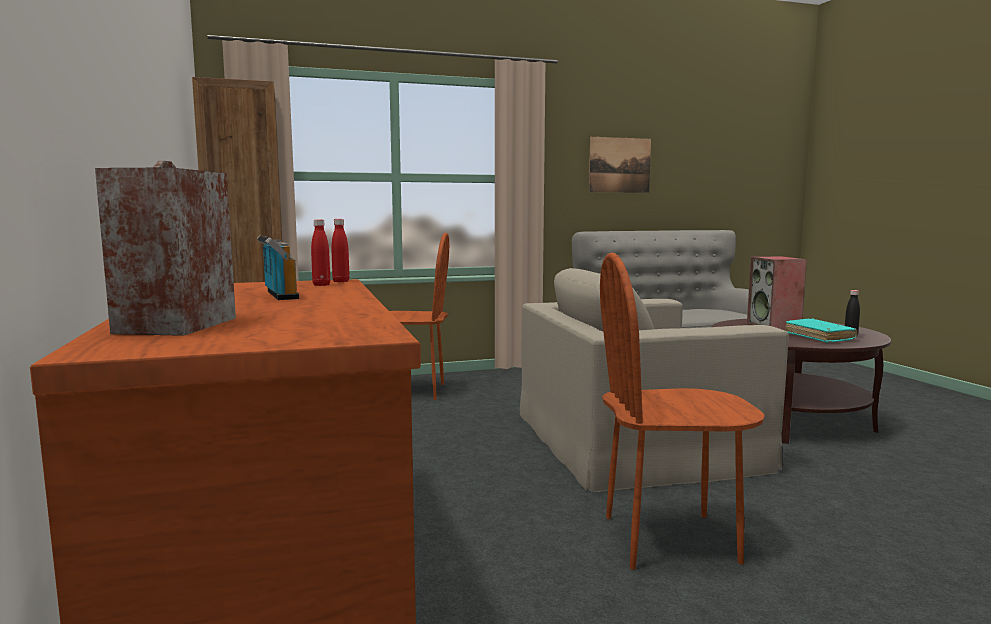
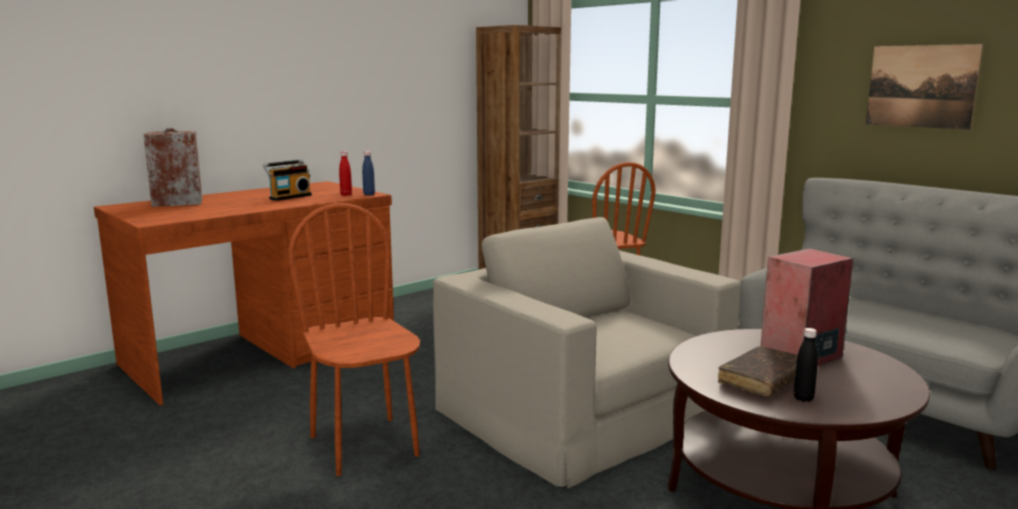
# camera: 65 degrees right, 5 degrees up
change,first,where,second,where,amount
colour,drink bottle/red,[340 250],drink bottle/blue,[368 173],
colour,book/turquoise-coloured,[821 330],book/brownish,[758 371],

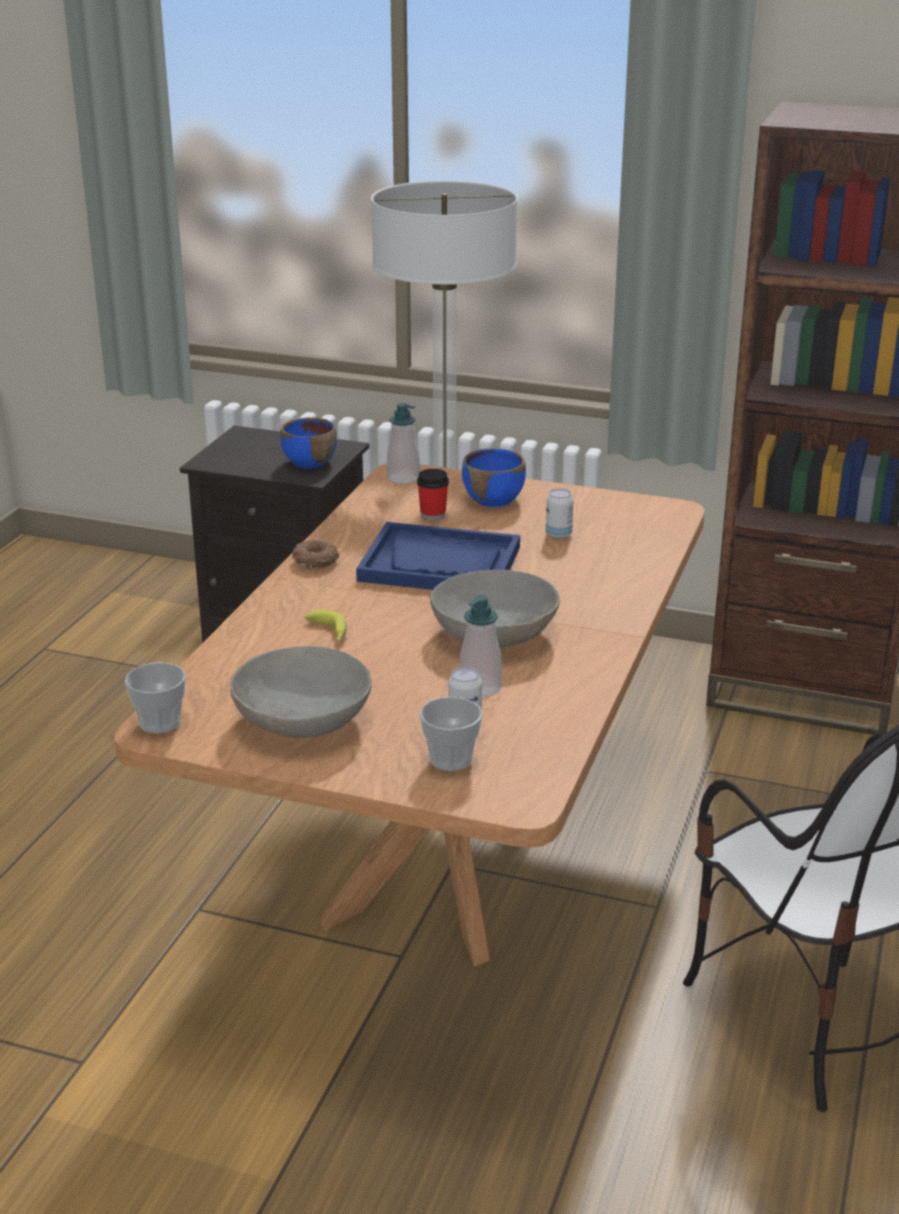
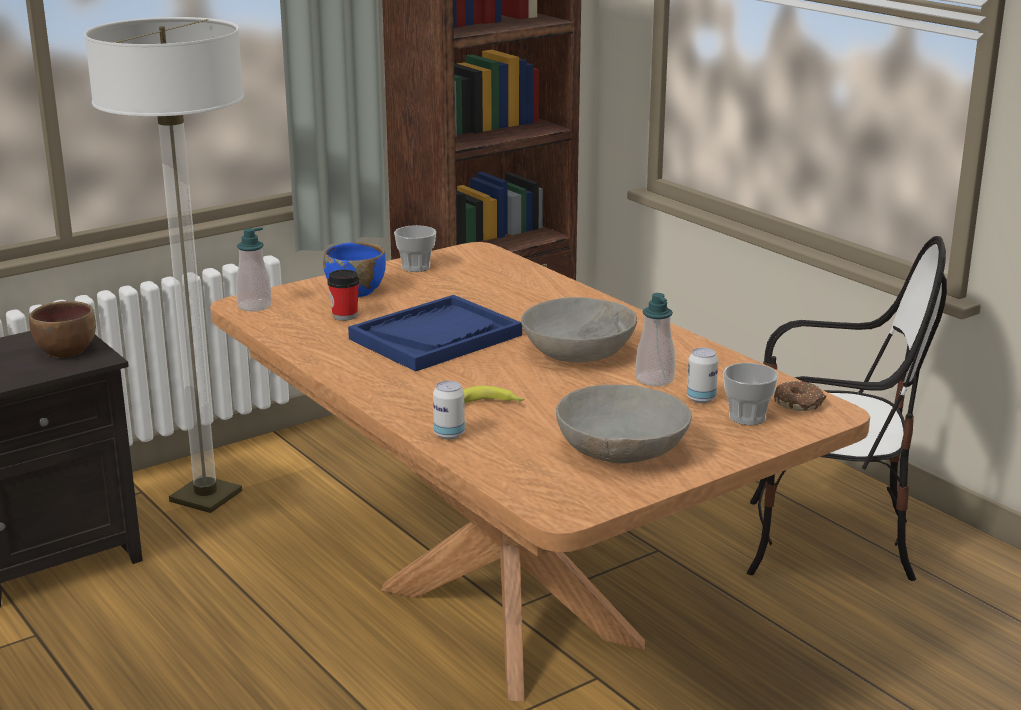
# camera: 55 degrees left, 5 degrees down
change,first,where,second,where,amount
colour,serving bowl/blue,[308 442],serving bowl/brownish,[62 329],
relocated,small cup,[155 698],,[415 248],
relocated,sealed can,[560 513],,[449 410],
relocated,ring doughnut,[315 554],,[800 396],

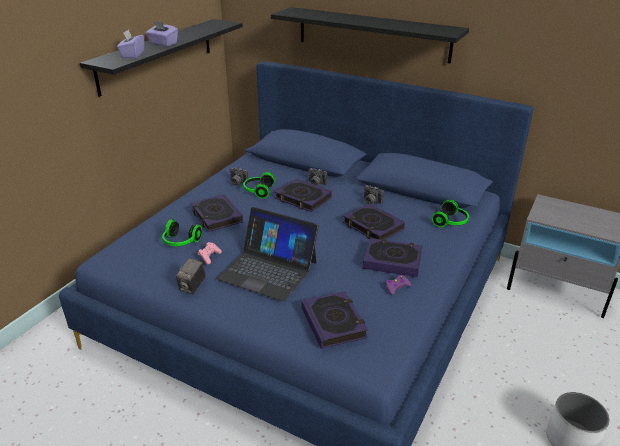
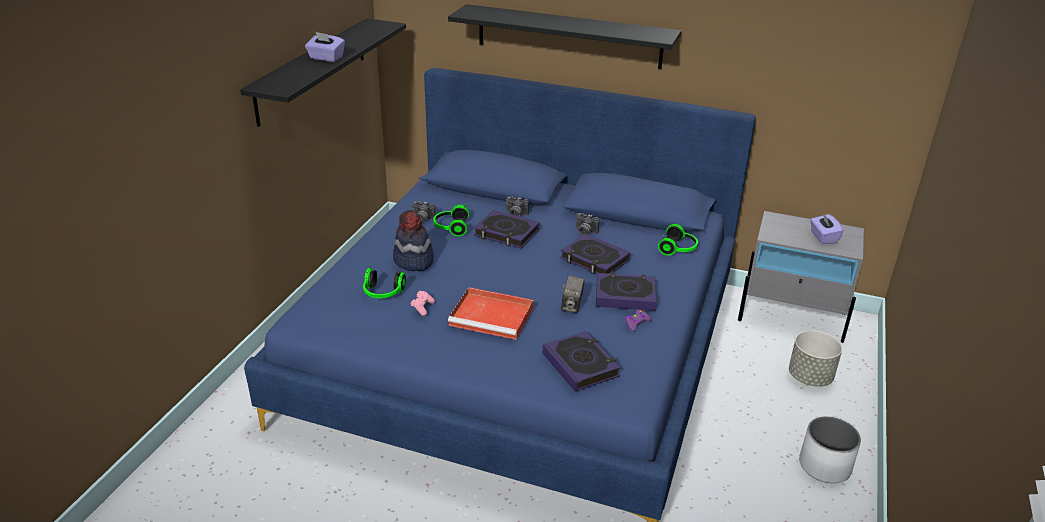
# camera: 10 degrees left, 0 degrees up
change,first,where,second,where,amount
exchanged,book,[217 213],wearable hat,[413 240],
exchanged,laptop,[267 254],tray/red,[491 313],
relocated,photo camera,[191 276],,[573 294],
appeared,,,flower pot/gray,[815 359],
relocated,tissue box/purple-coloured,[130 43],,[826 228],

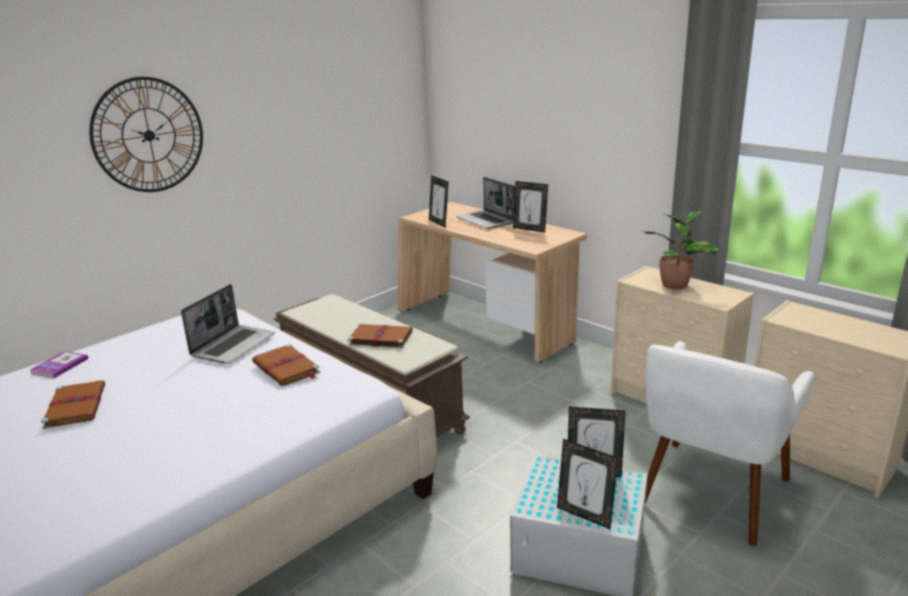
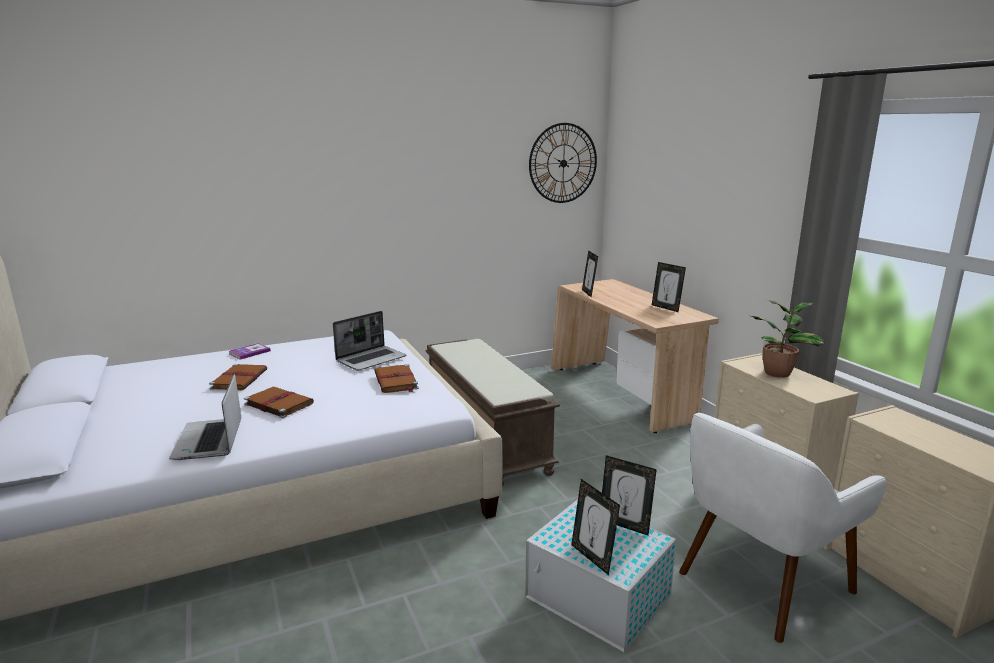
# camera: 20 degrees right, 5 degrees down
change,first,where,second,where,amount
relocated,laptop,[485 203],,[205 416],
relocated,book/brownish,[379 336],,[279 402],
relocated,wall clock,[146 134],,[563 163],

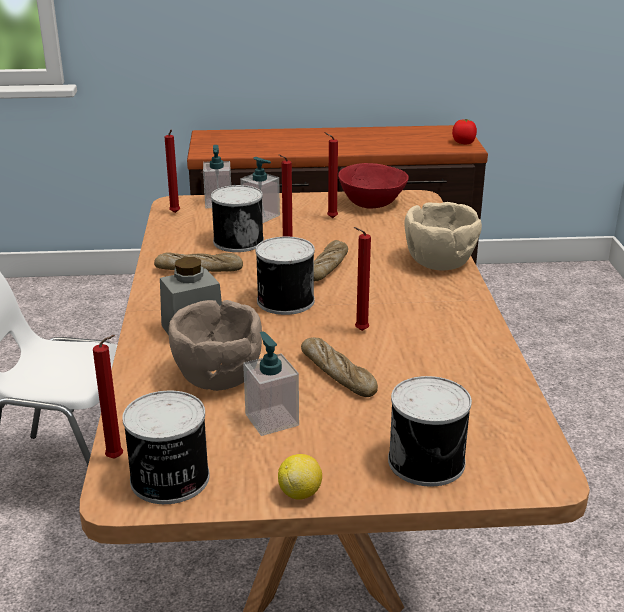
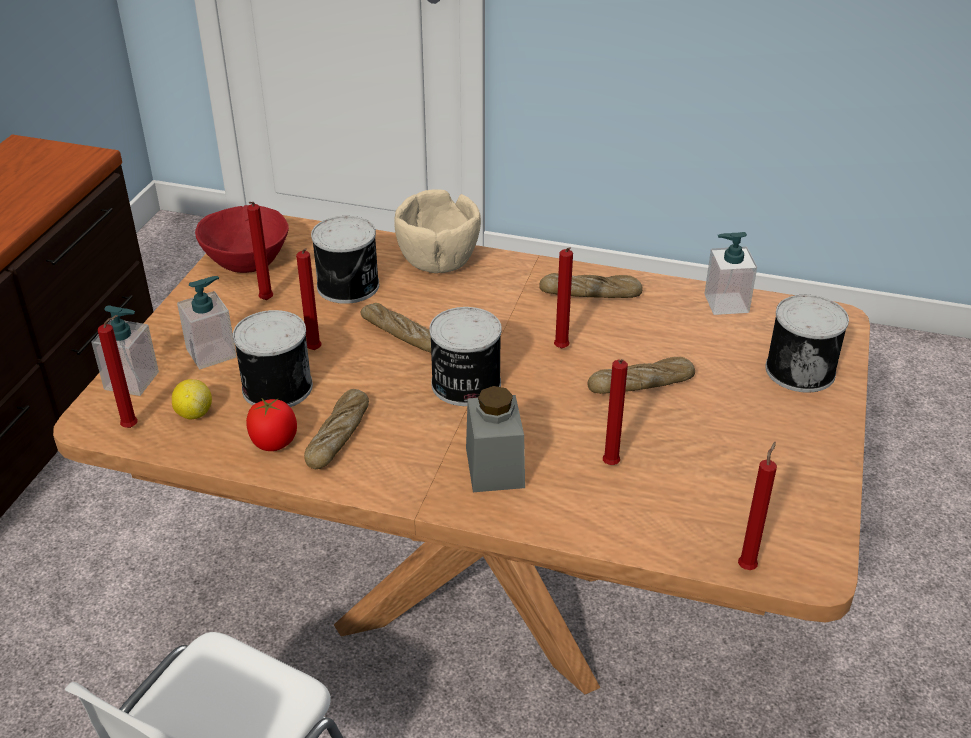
# camera: 70 degrees left, 10 degrees up
change,first,where,second,where,amount
relocated,whole lemon,[300 477],,[192 399],
relocated,fresh tomato,[464 131],,[271 424],
relocated,sealed can,[166 447],,[345 260],
appeared,,,bakery bread,[591 285],
exchanged,serving bowl/brownish,[215 345],wax candle/red,[615 412],
relocated,soap dispenser,[271 384],,[730 273],

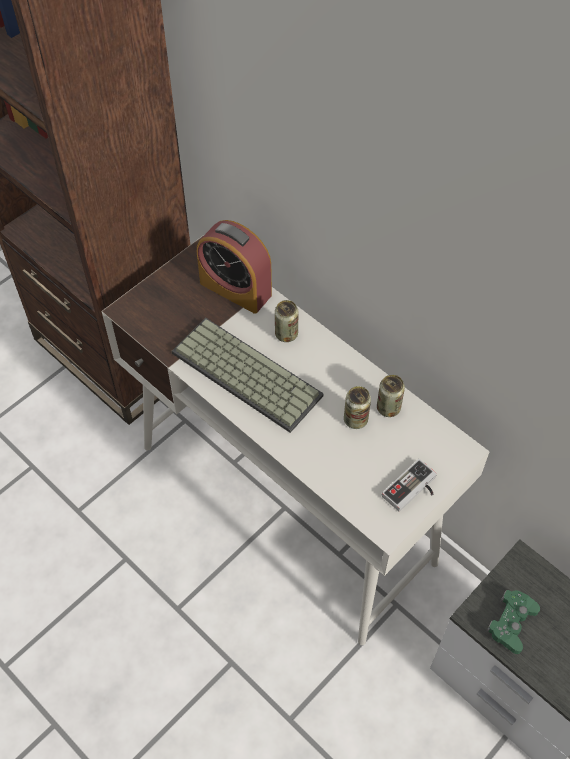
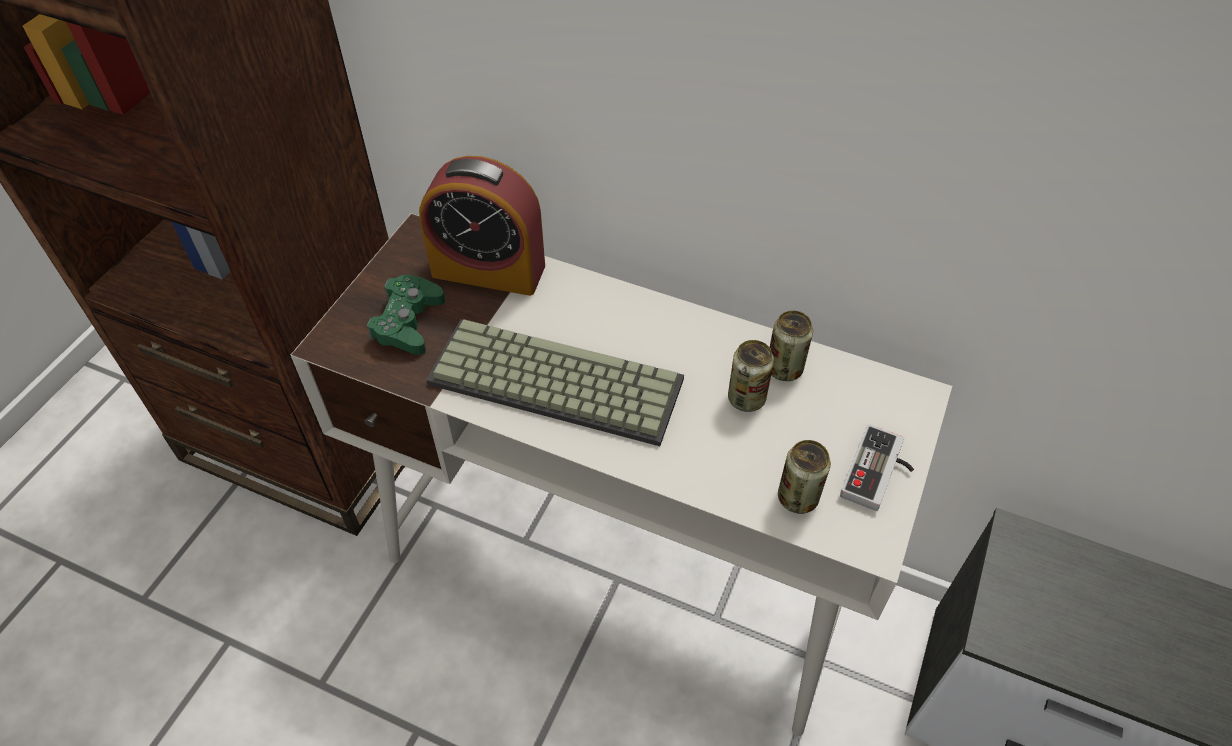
# camera: 20 degrees left, 5 degrees down
change,first,where,second,where,amount
relocated,game controller/greenish,[513 622],,[406 315],
relocated,sealed can,[287 321],,[804 477],

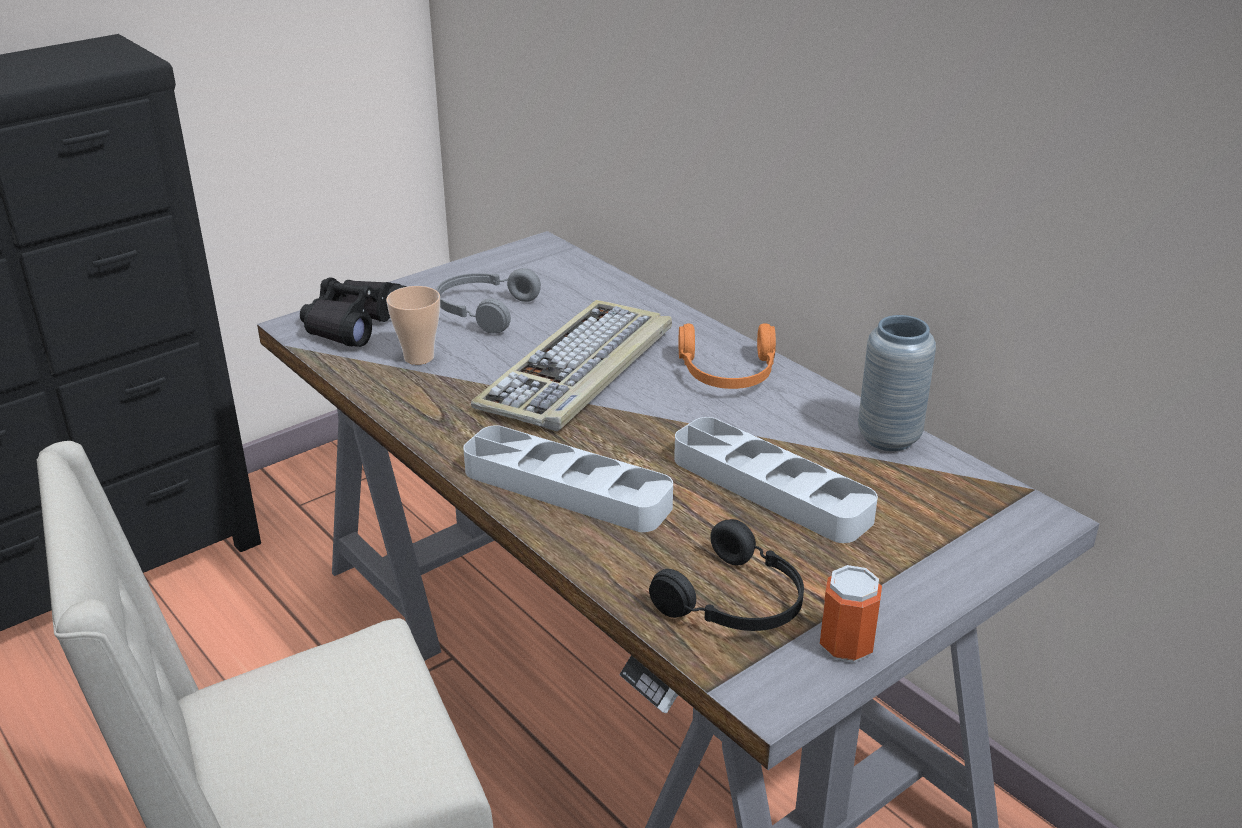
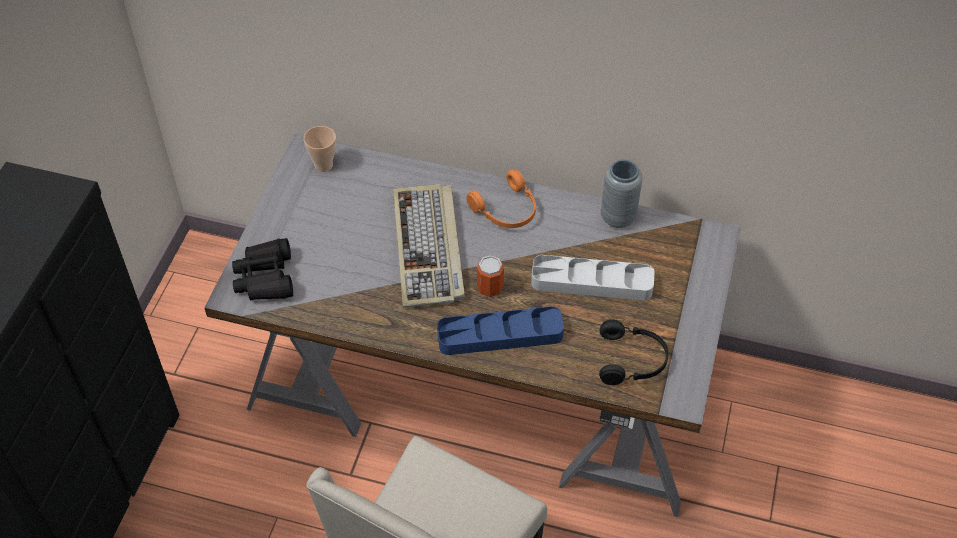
# camera: 35 degrees left, 20 degrees up
change,first,where,second,where,amount
relocated,small cup,[413 325],,[320 149],
colour,tray/gray,[568 478],tray/blue,[500 330],
relocated,sealed can,[851 613],,[490 276],
missing,pair of headphones/gray,[488 301],,,

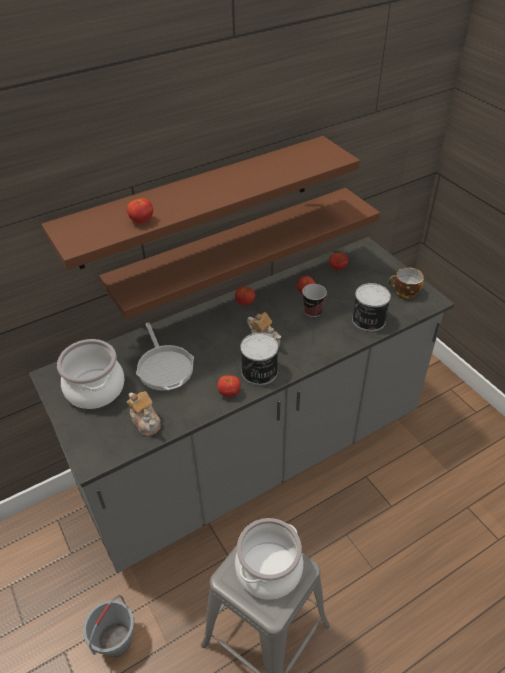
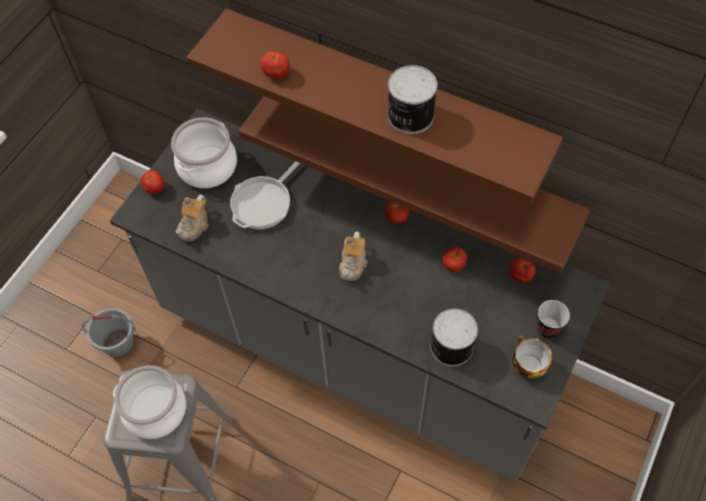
# camera: 60 degrees right, 15 degrees up
change,first,where,second,where,amount
relocated,fresh tomato,[229 386],,[152 182],
relocated,sealed can,[259 359],,[412 99],
relocated,small cup,[314 300],,[553 319],

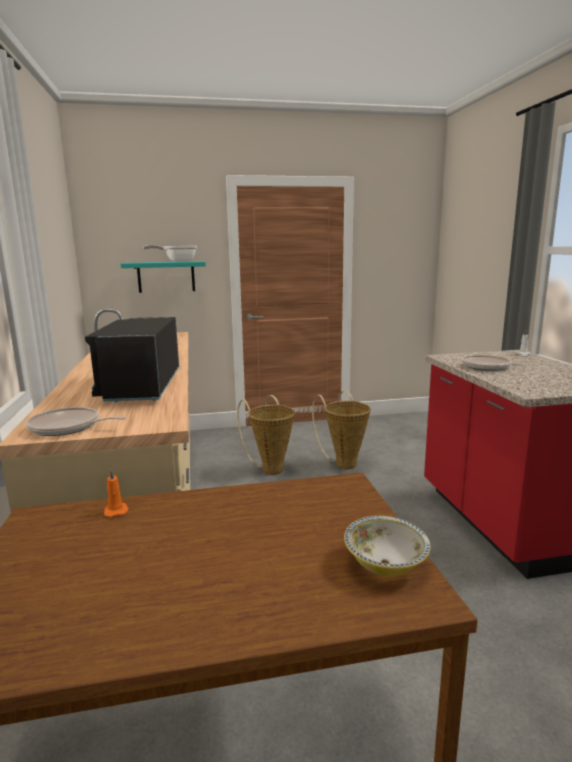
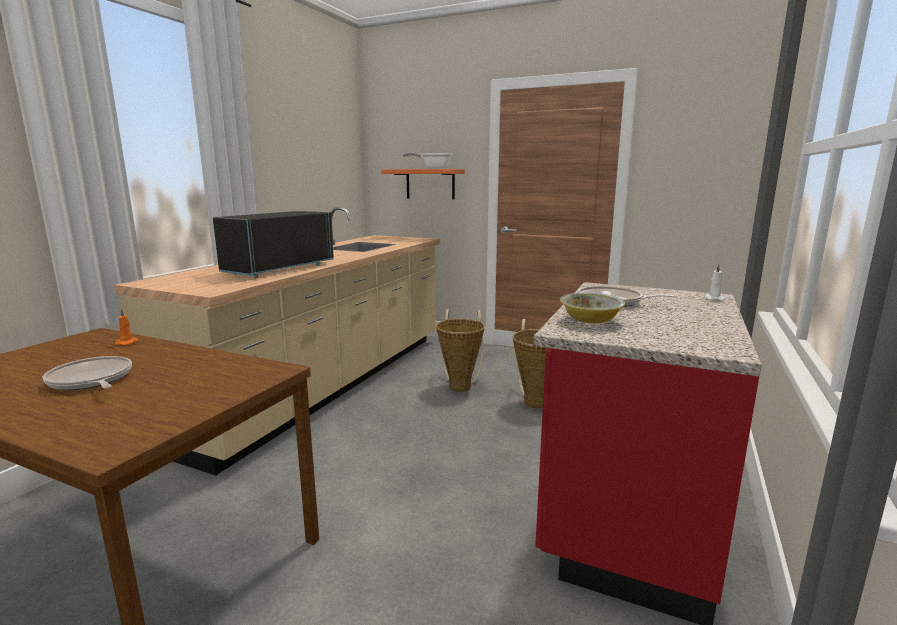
# camera: 35 degrees right, 0 degrees up
change,first,where,second,where,amount
relocated,skillet,[76 421],,[87 373],
colour,bracket shelf/turquoise-coloured,[163 277],bracket shelf/orange-coloured,[423 184],
relocated,serving bowl,[387 546],,[592 308],

